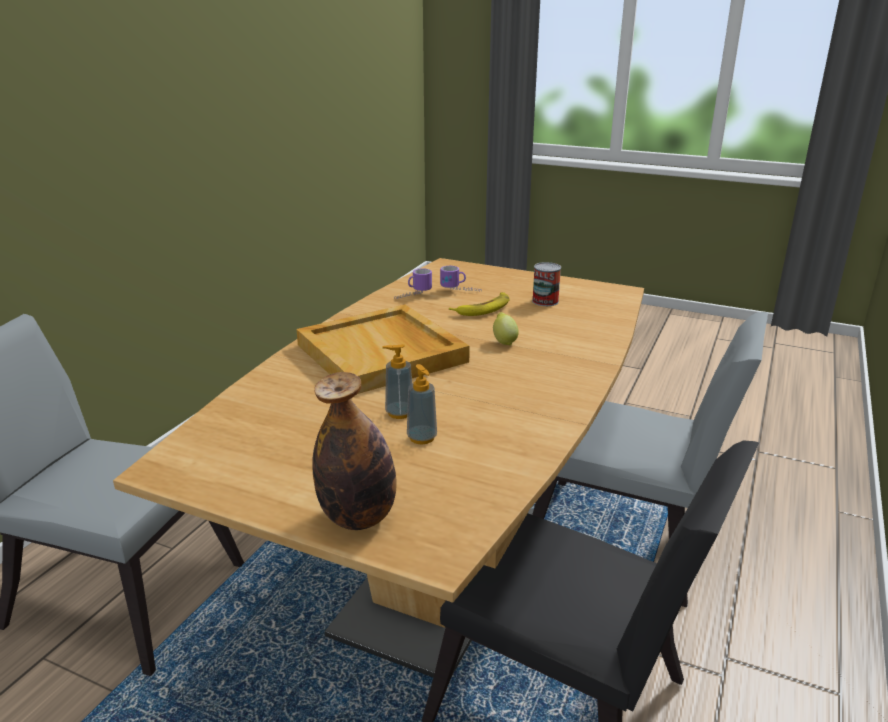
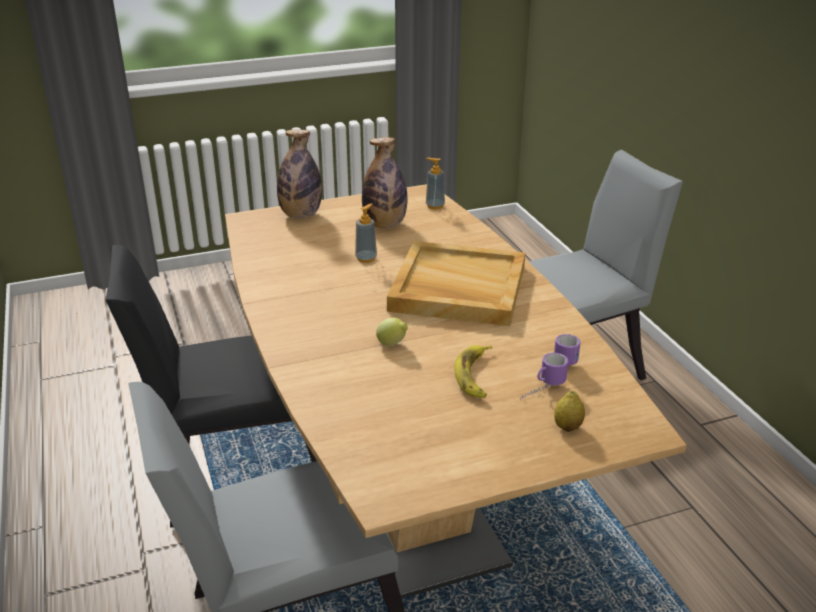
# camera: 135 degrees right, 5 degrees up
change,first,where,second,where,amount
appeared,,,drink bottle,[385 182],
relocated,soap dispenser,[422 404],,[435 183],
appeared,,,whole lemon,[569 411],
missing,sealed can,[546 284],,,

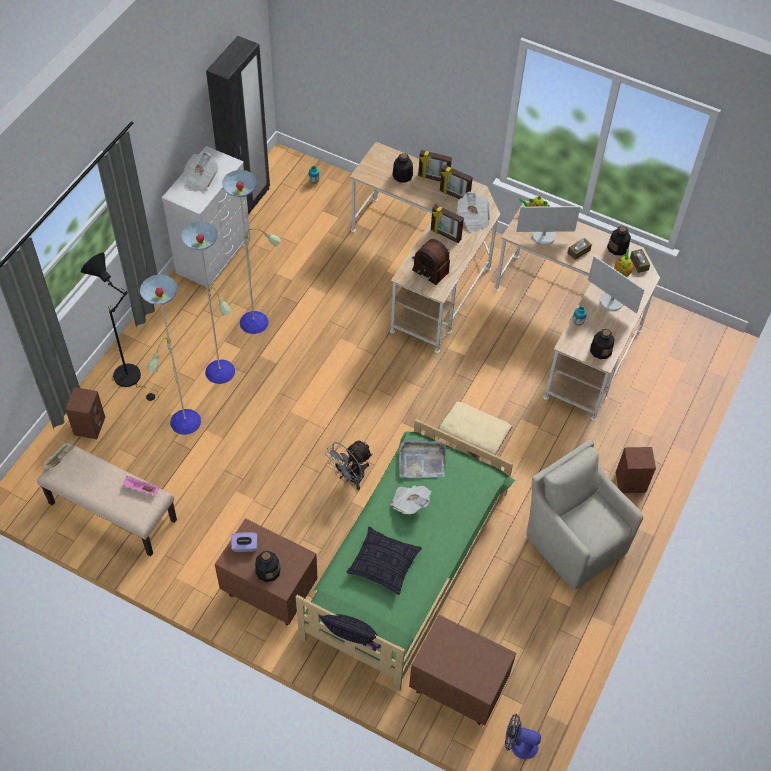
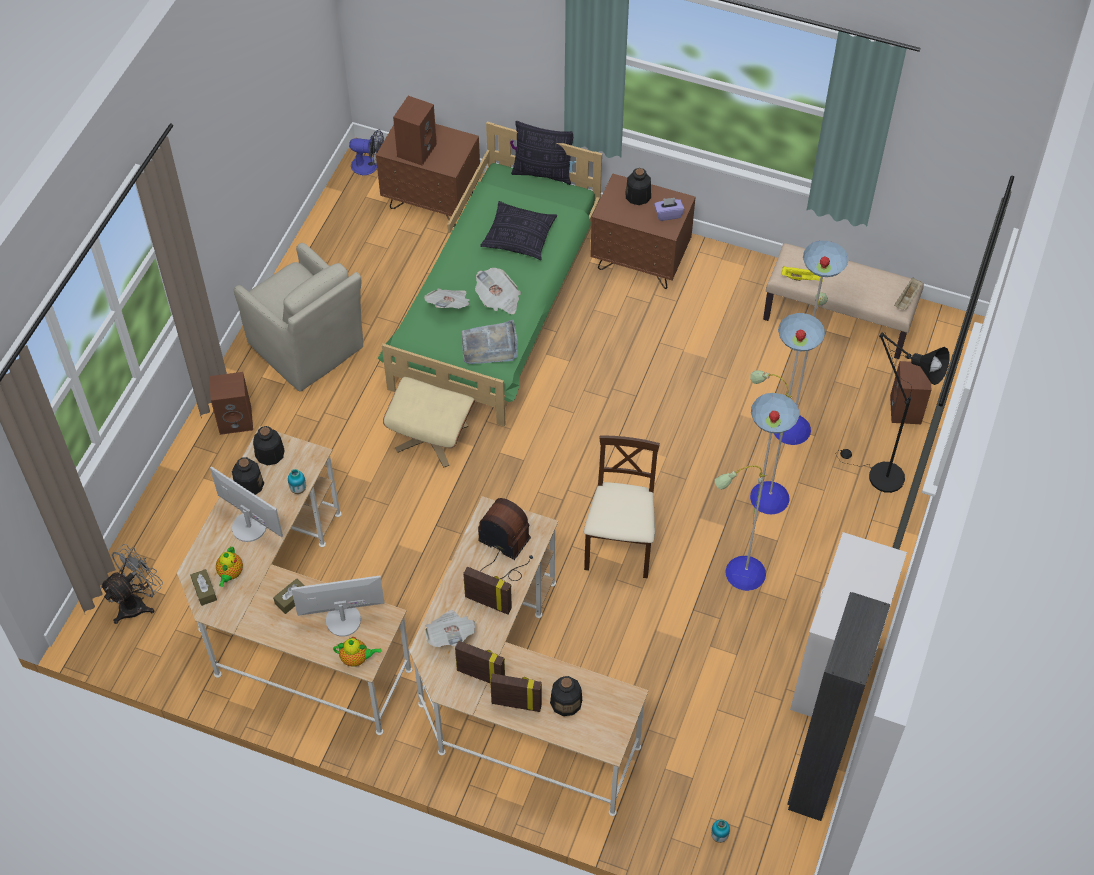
# camera: 175 degrees right, 0 degrees up
change,first,where,second,where,amount
relocated,cooling fan/gray,[349 465],,[131 584],
relocated,drink bottle,[619 241],,[248 476],
appeared,,,speaker/brownish,[415 131],
relocated,printed paper,[200 171],,[447 299],
appeared,,,plain chair/sand-coloured,[622 507],
colour,tray/pink-coloured,[141 485],tray/yellowish,[803 274],

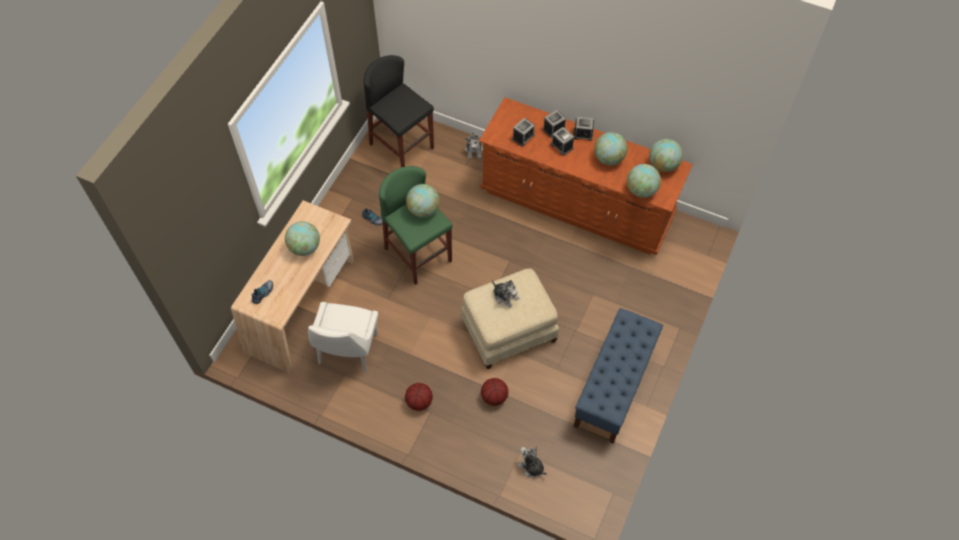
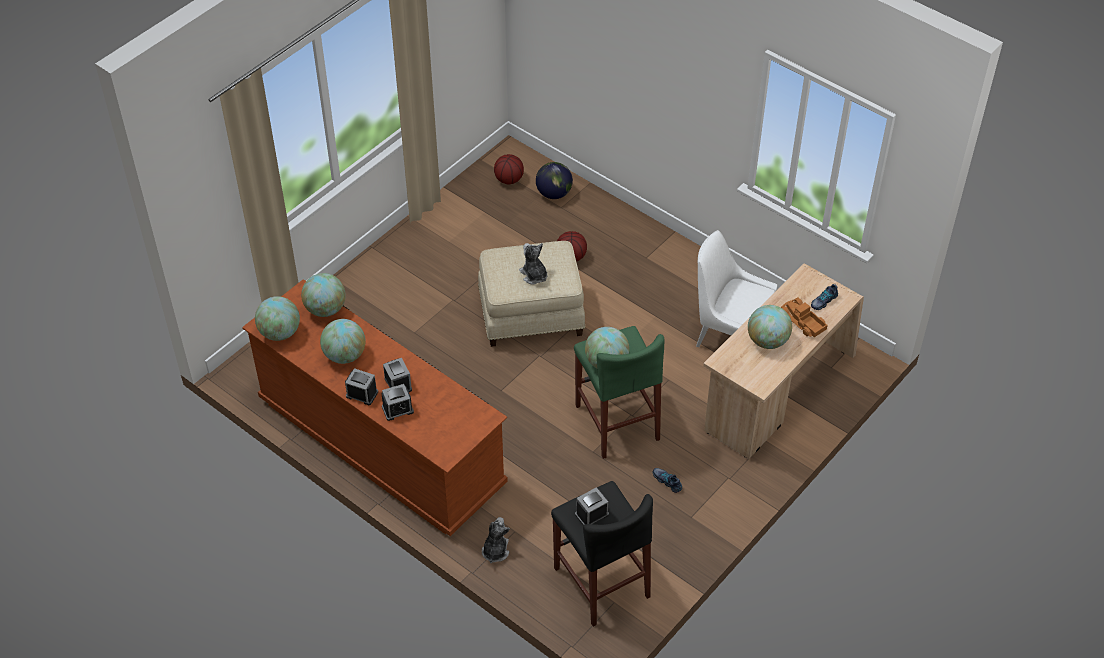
# camera: 165 degrees left, 10 degrees down
change,first,where,second,where,amount
relocated,ball for basketball,[419 397],,[509 169],
exchanged,soft toy,[532 462],globe,[554 180],
relocated,table clock,[523 132],,[592 506],
spun,plain chair/white-coloured,[343 337],,[736 288],90 degrees counterclockwise
appeared,,,model truck,[804 317],
missing,long seat/blue,[618 376],,,

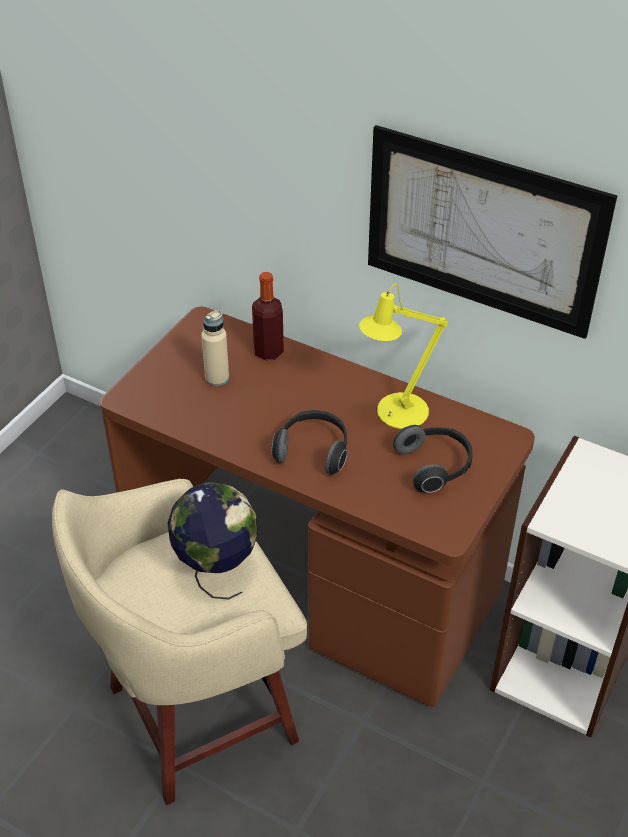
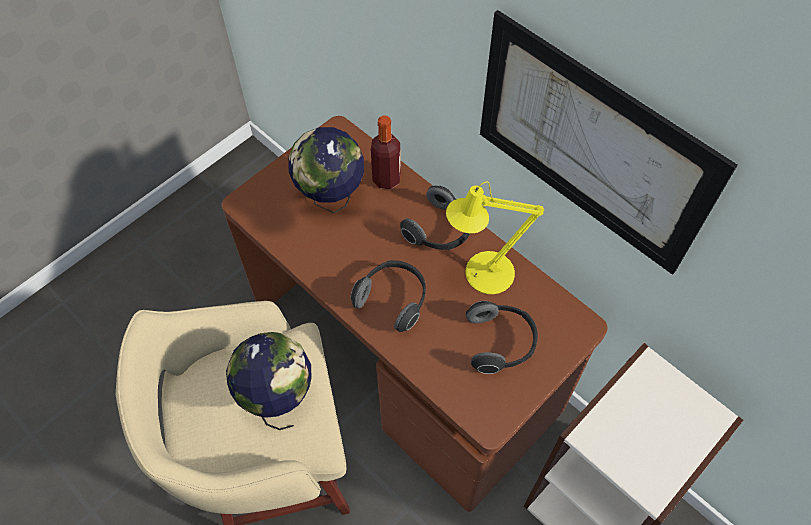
# camera: 15 degrees right, 15 degrees up
change,first,where,second,where,amount
exchanged,drink bottle/sand-coloured,[215 348],globe,[326 170],
appeared,,,pair of headphones,[435 218],

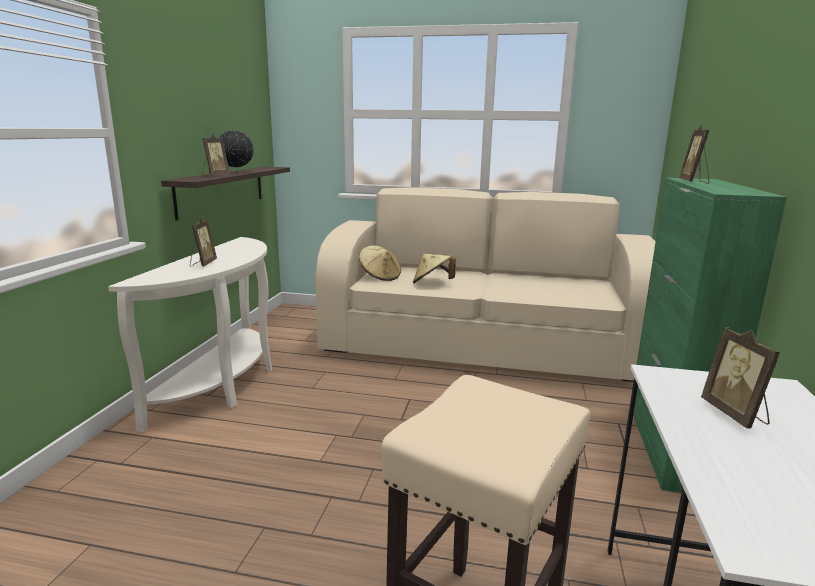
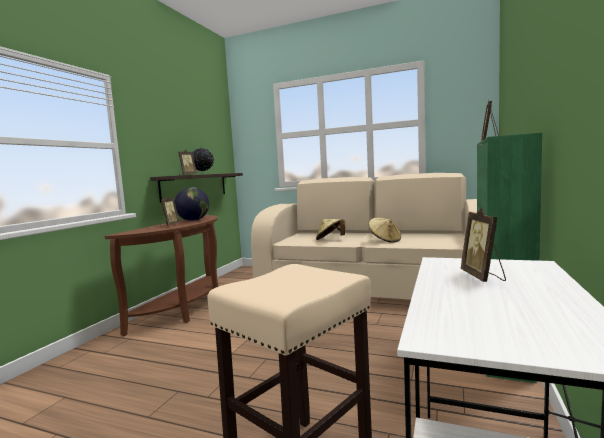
# camera: 10 degrees right, 10 degrees down
change,first,where,second,where,amount
colour,narrow table/white-coloured,[190 335],narrow table/brownish,[161 275],
appeared,,,globe,[191 204],
relocated,wearable hat/sand-coloured,[380 263],,[384 230],

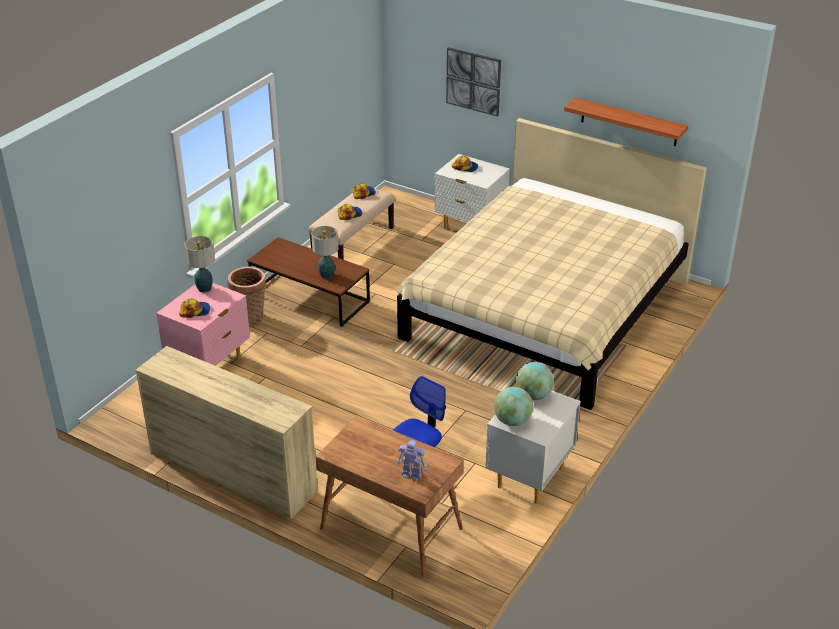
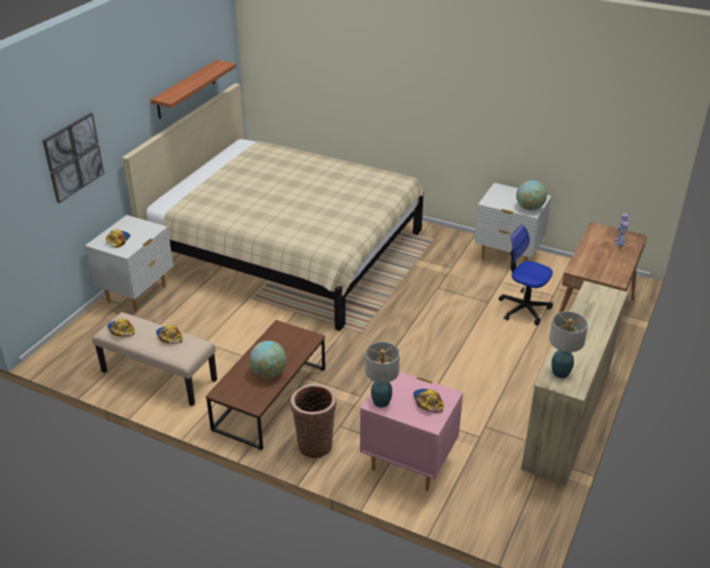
# camera: 95 degrees left, 0 degrees up
change,first,where,second,where,amount
relocated,globe,[535 381],,[268 359],
relocated,table lamp,[325 252],,[568 344],

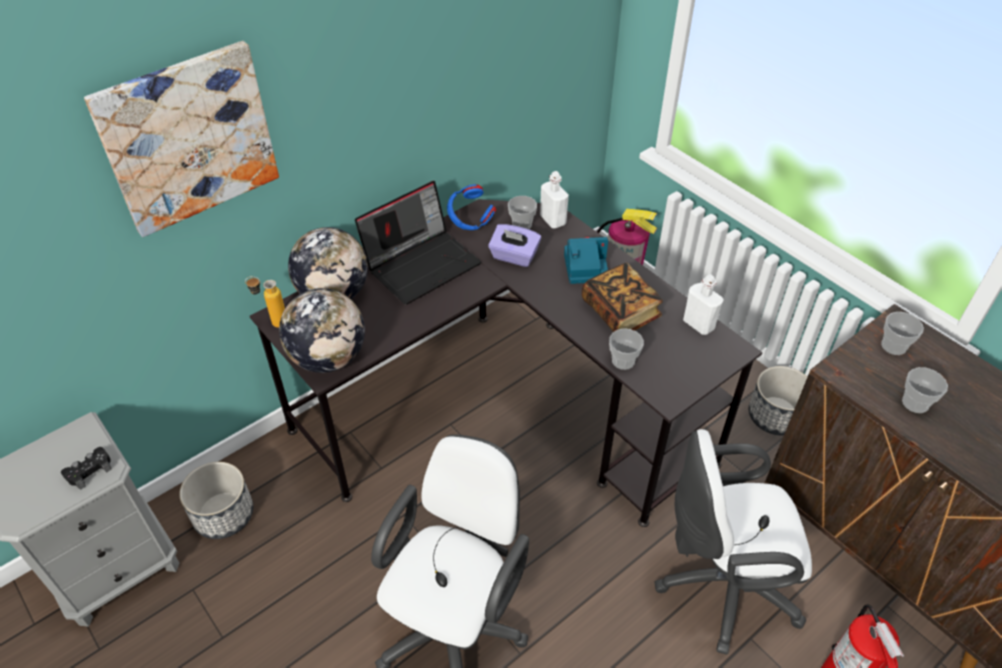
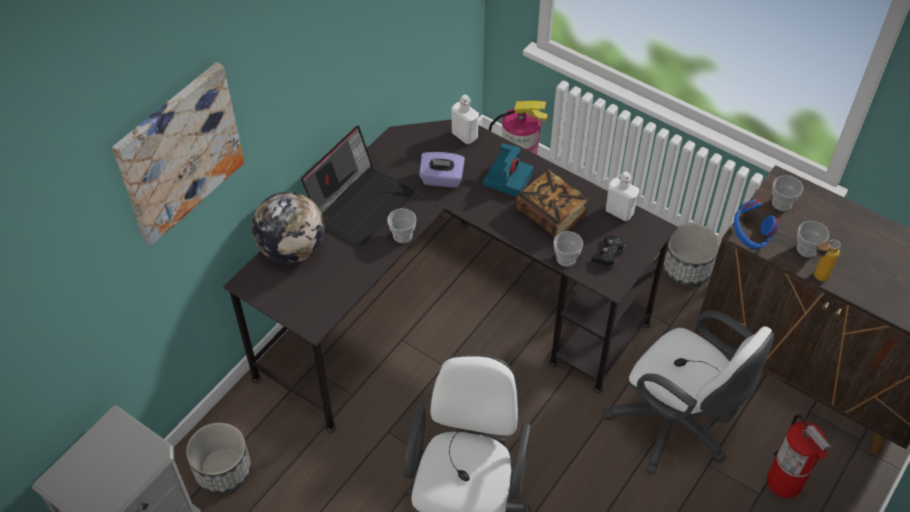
# camera: 15 degrees left, 5 degrees up
change,first,where,second,where,amount
relocated,small cup,[522 212],,[402 225],
spun,photo camera,[586 260],,[508 170],135 degrees clockwise
relocated,game controller/blackish,[86 468],,[609 251],
spun,office chair/white-coloured,[733 541],,[688 392],120 degrees counterclockwise
relocated,pair of headphones/blue,[471 207],,[756 223],
relocated,drink bottle,[265 302],,[827 260],
missing,globe,[322 330],,,

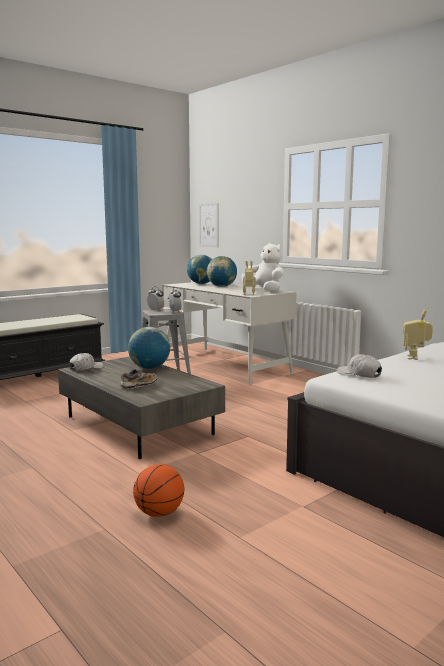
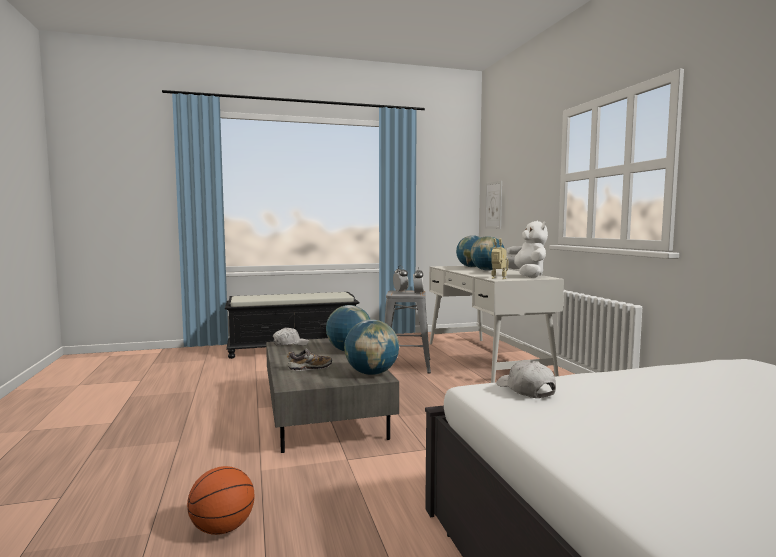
# camera: 25 degrees right, 5 degrees down
change,first,where,second,where,amount
appeared,,,globe,[371 347],
missing,robot figure,[418 334],,,

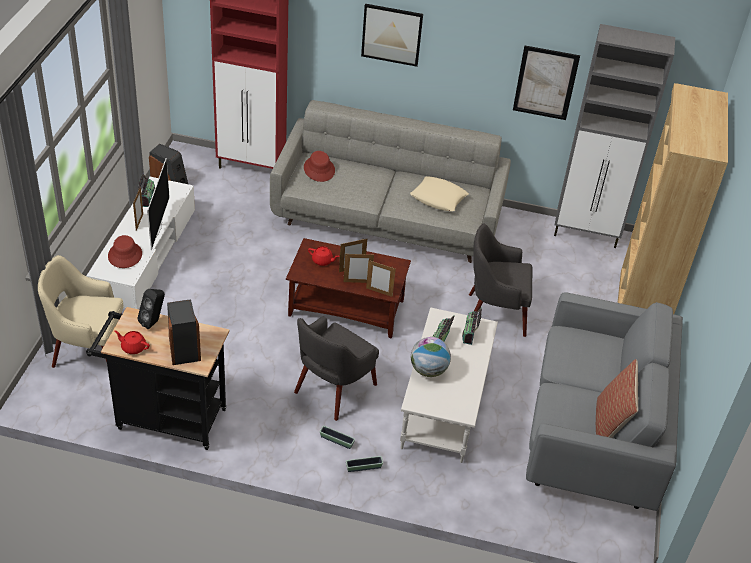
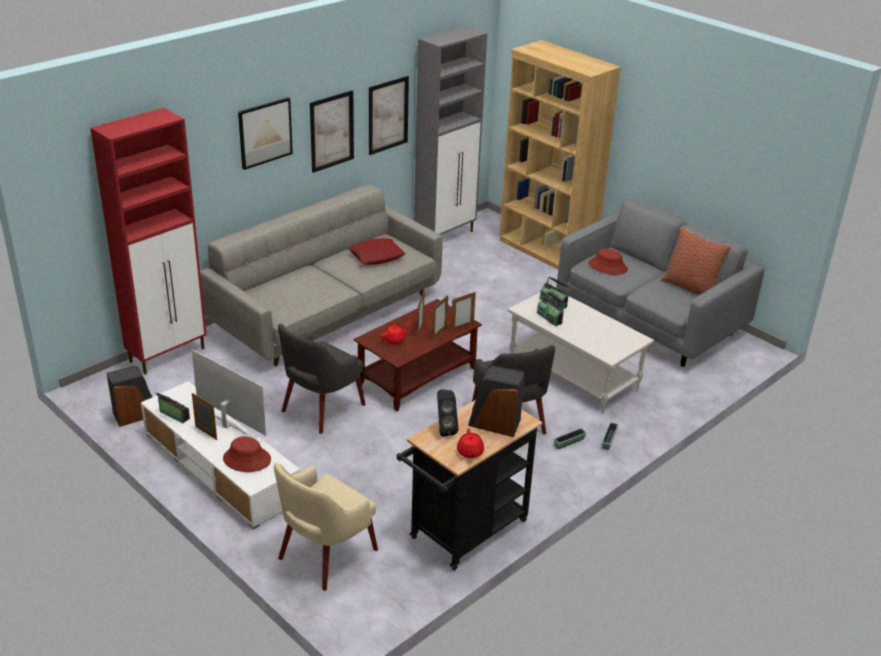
# camera: 55 degrees left, 10 degrees down
change,first,where,second,where,amount
relocated,easy chair/gray,[500 280],,[321 379],
appeared,,,wall art,[332 131],
colour,cushion/sand-coloured,[439 193],cushion/red,[376 251],
spun,tea pot/red,[132 342],,[470 443],60 degrees counterclockwise
relocated,wearable hat/red,[319 166],,[608 262],
missing,globe,[431 357],,,

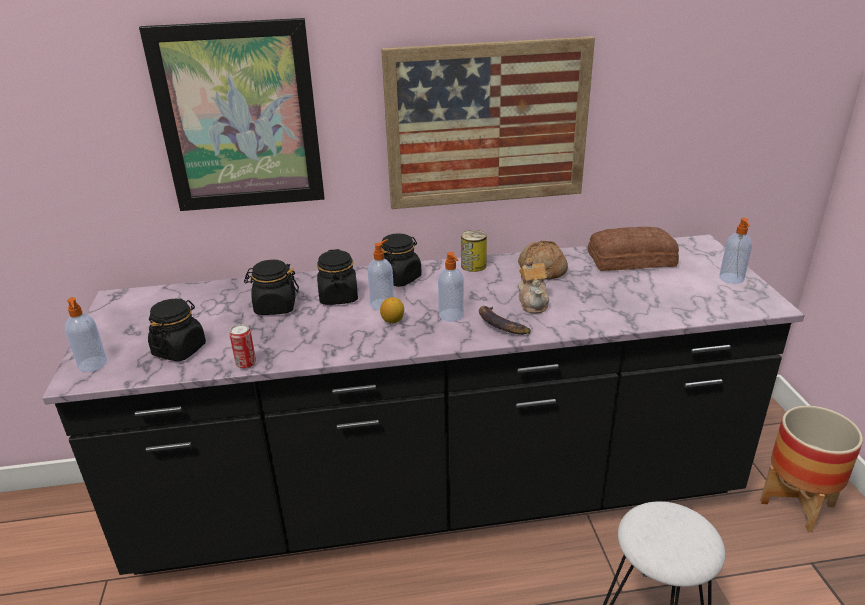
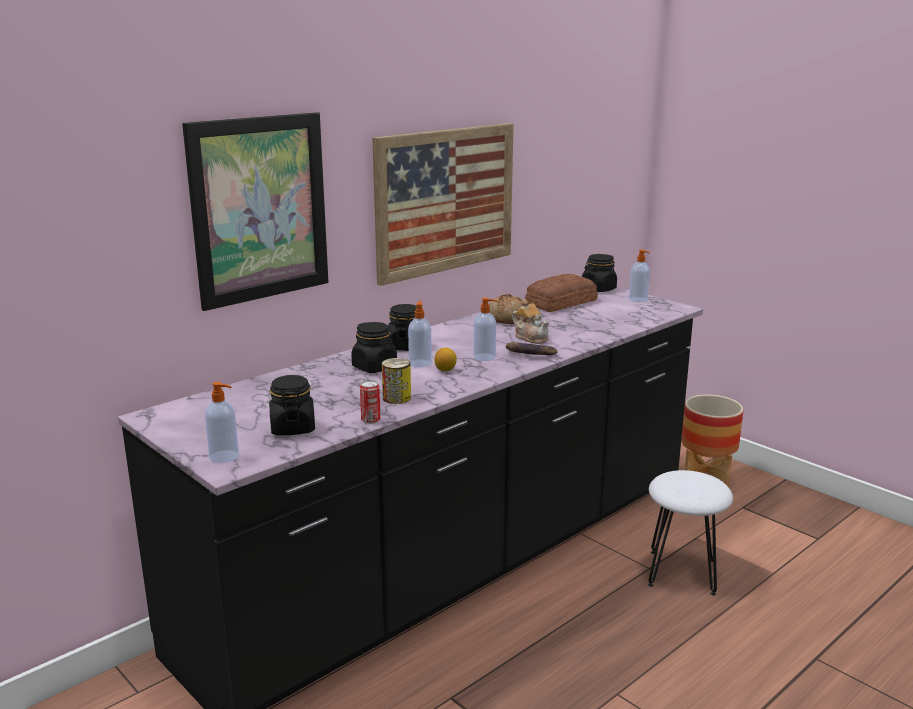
# camera: 35 degrees left, 10 degrees down
change,first,where,second,where,amount
relocated,sealed can,[474 251],,[396 381],
relocated,storage jar/blackish,[271 287],,[599 273],

